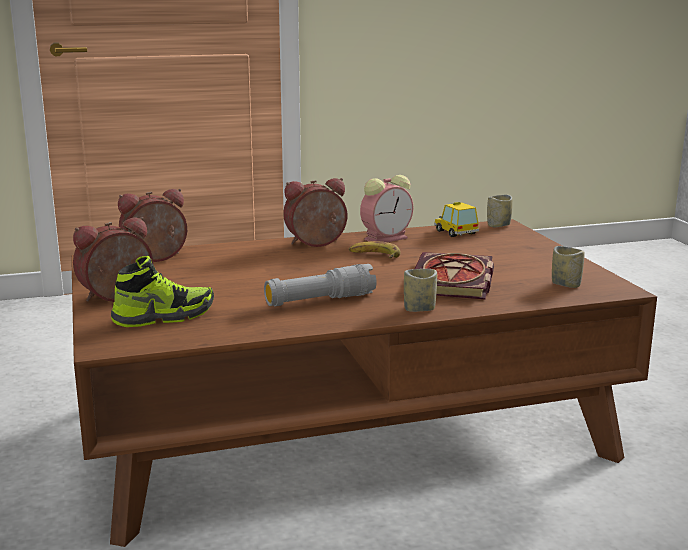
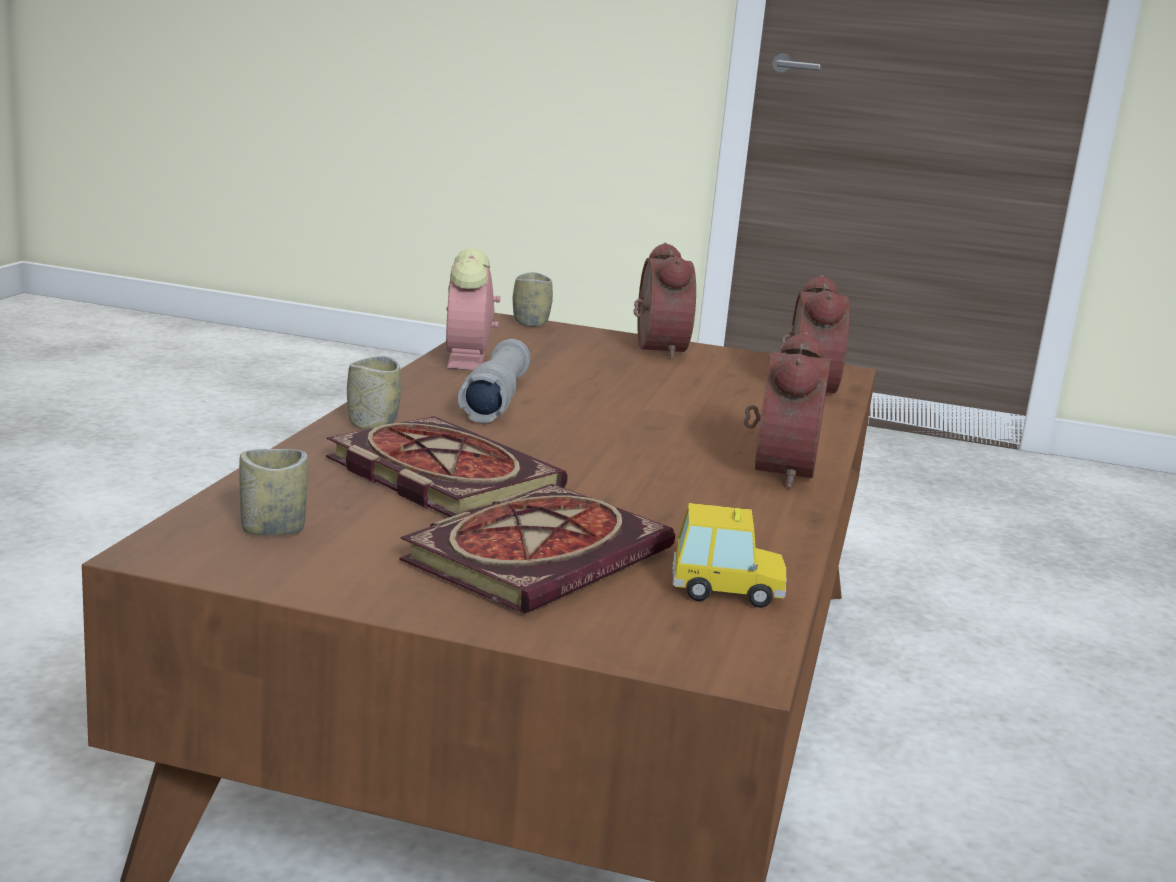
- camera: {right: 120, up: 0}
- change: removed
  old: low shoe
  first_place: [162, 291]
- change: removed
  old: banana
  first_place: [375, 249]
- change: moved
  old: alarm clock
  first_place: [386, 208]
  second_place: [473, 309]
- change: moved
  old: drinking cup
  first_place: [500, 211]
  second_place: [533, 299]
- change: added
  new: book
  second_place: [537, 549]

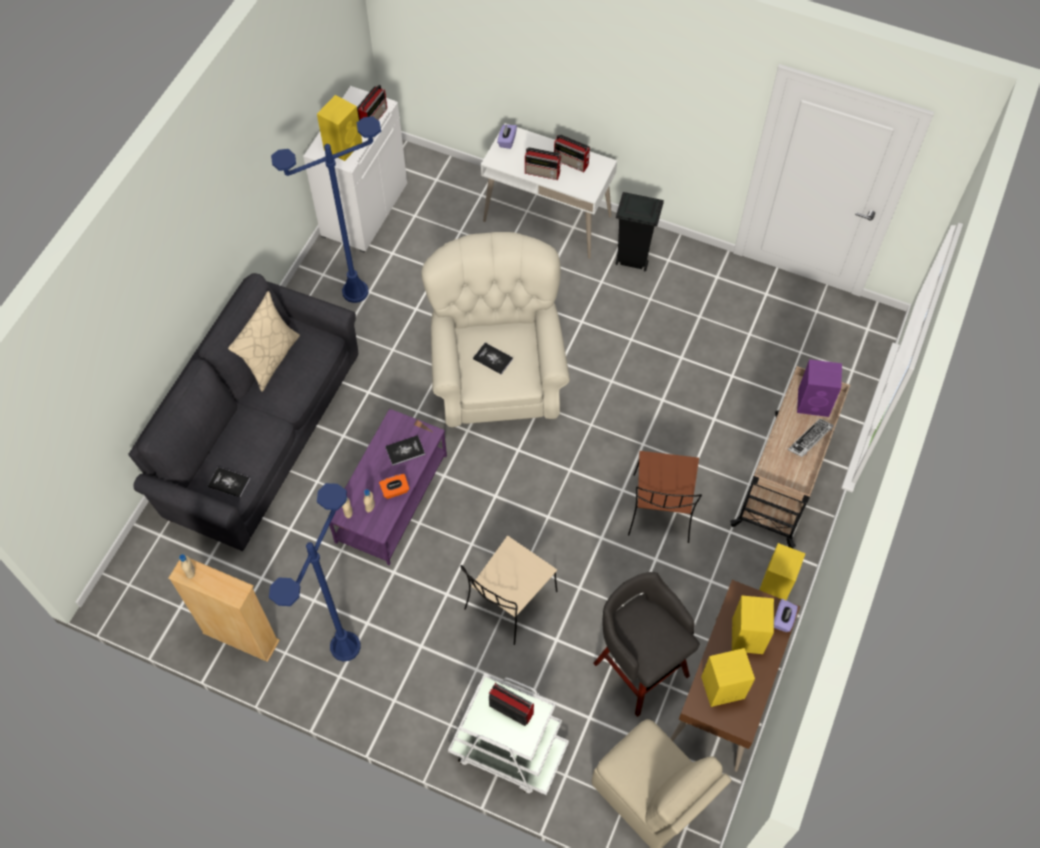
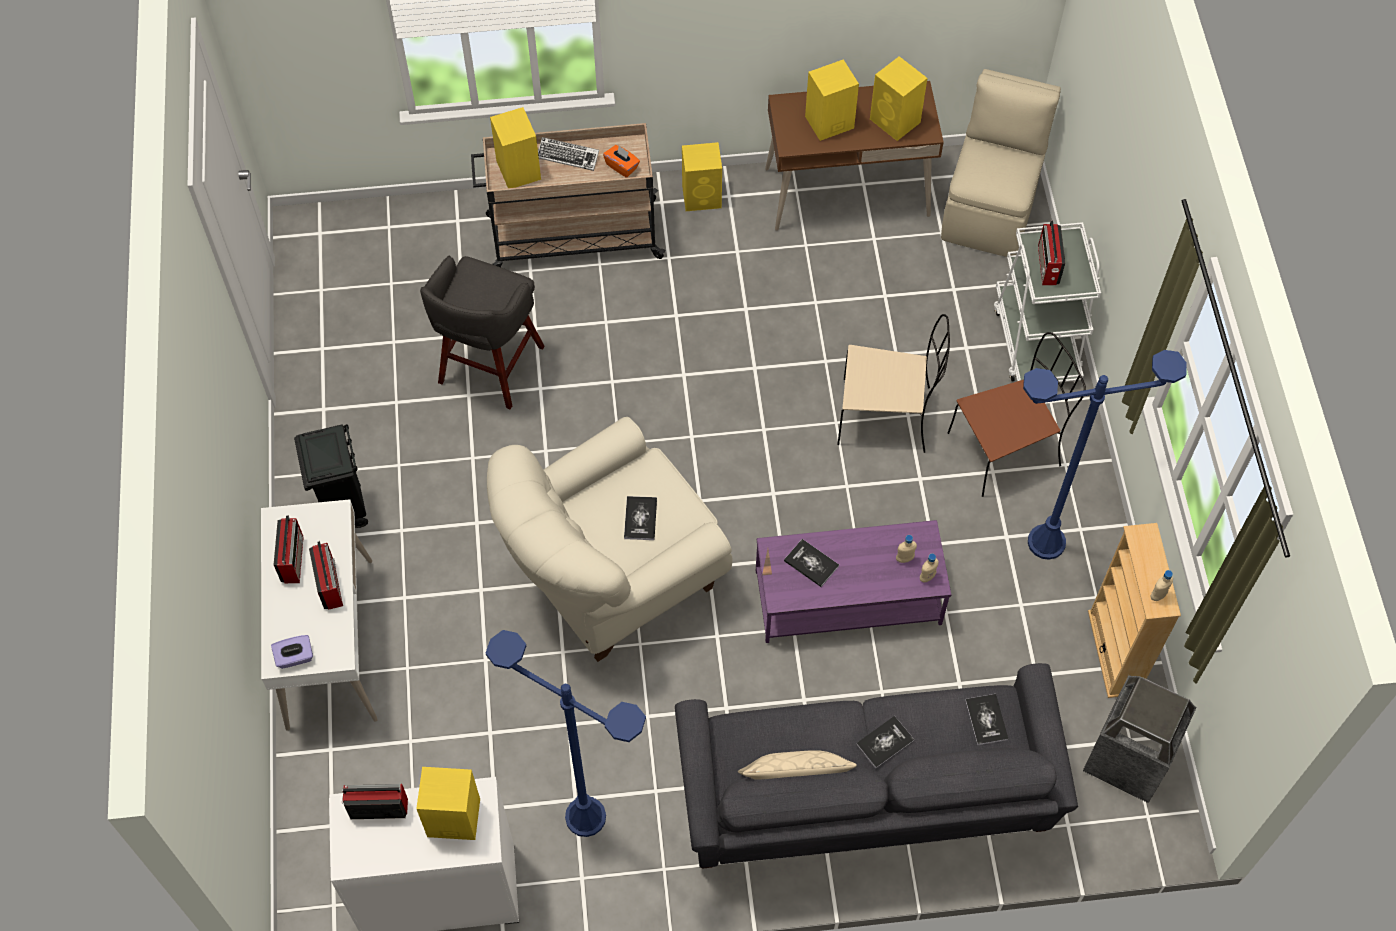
- camera: {right: -120, up: 0}
- change: moved
  old: tissue box/orange-coloured
  first_place: [394, 486]
  second_place: [621, 161]
- change: moved
  old: sitting stool/greyish
  first_place: [646, 644]
  second_place: [482, 332]
- change: moved
  old: plain chair/brown
  first_place: [665, 497]
  second_place: [1017, 414]
- change: removed
  old: tissue box/purplish
  first_place: [786, 615]
- change: recoloured
  old: loudspeaker/purplish
  new: loudspeaker/yellow-coloured
  first_place: [819, 388]
  second_place: [515, 147]
- change: added
  new: book
  second_place: [885, 742]
- change: added
  new: trash can
  second_place: [1140, 739]

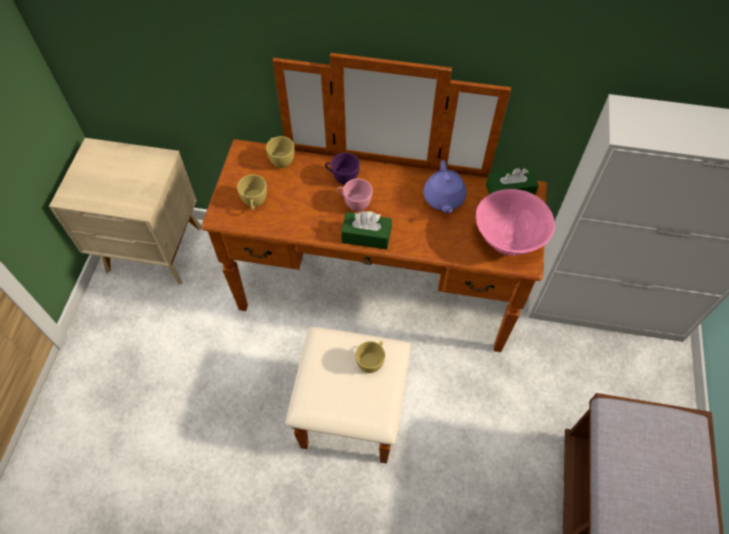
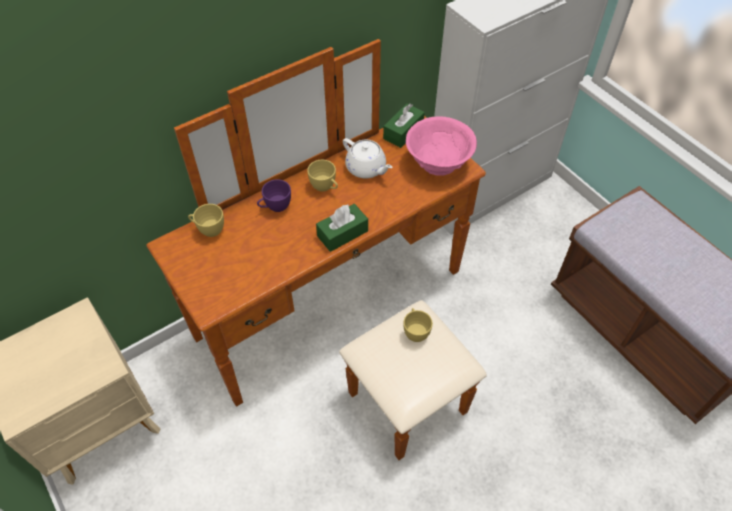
- camera: {right: -45, up: -5}
- change: moved
  old: drinking cup/yellow-coloured
  first_place: [252, 192]
  second_place: [322, 176]
- change: removed
  old: drinking cup/pink-coloured
  first_place: [355, 195]
- change: recoloured
  old: pot for tea/purplish
  new: pot for tea/white
  first_place: [445, 186]
  second_place: [368, 158]

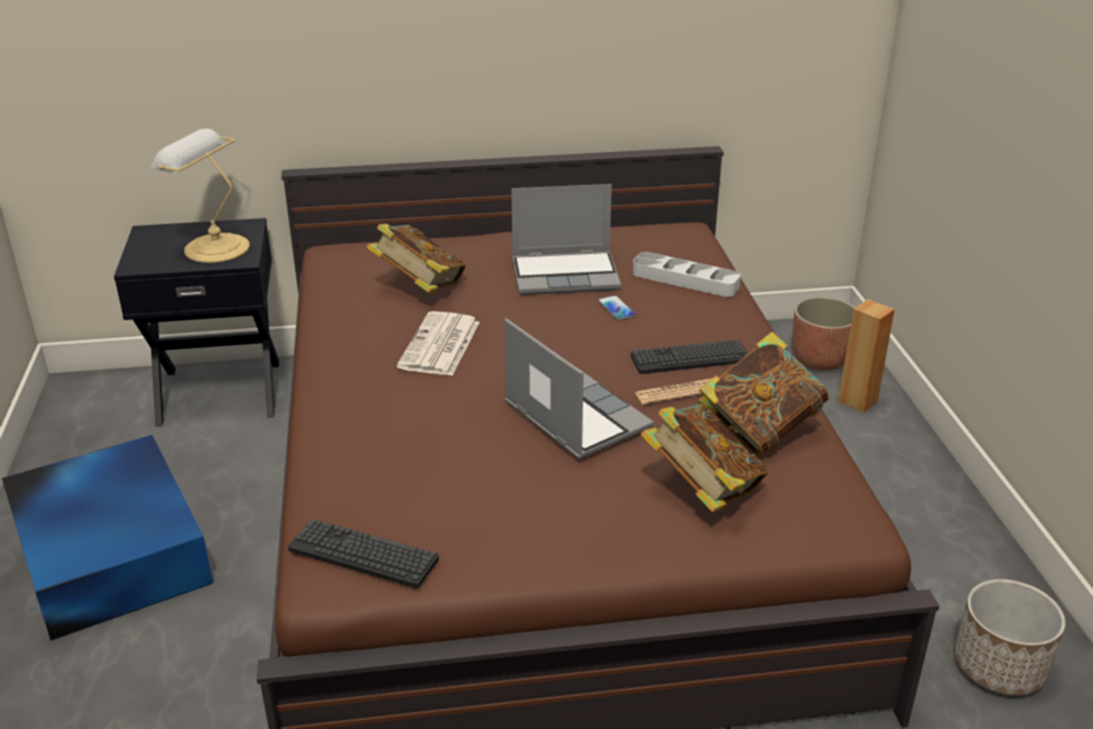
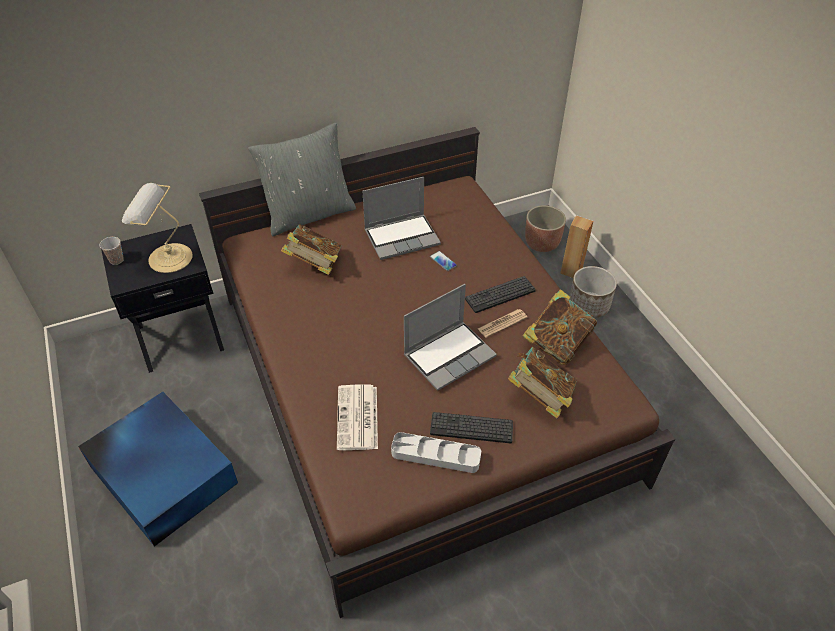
- camera: {right: -15, up: 15}
- change: moved
  old: keyboard
  first_place: [363, 553]
  second_place: [471, 427]
- change: moved
  old: daily paper
  first_place: [438, 343]
  second_place: [357, 417]
- change: turned
  old: laptop
  first_place: [579, 388]
  second_place: [450, 337]
  degrees: 105
- change: moved
  old: carrying tray/greyish
  first_place: [687, 274]
  second_place: [436, 452]
- change: moved
  old: flower pot
  first_place: [1010, 637]
  second_place: [593, 292]
- change: added
  new: drinking cup
  second_place: [111, 251]
- change: added
  new: pillow/greyish
  second_place: [302, 179]

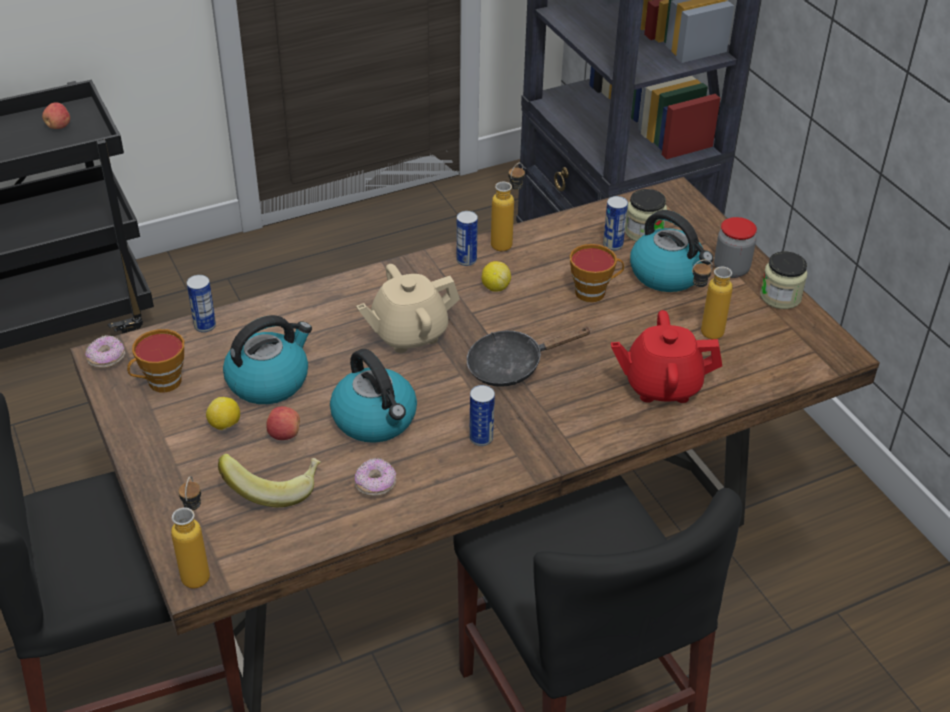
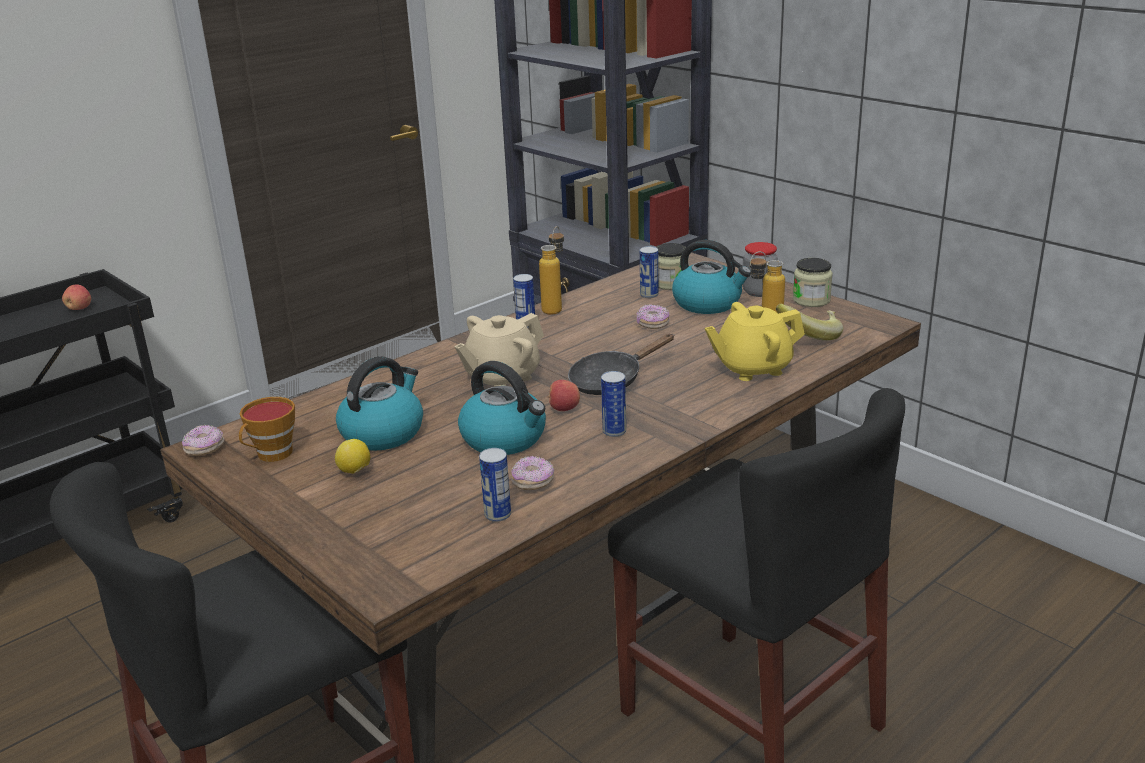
- camera: {right: -15, up: -15}
- change: removed
  old: bottle
  first_place: [190, 532]
- change: moved
  old: can
  first_place: [201, 304]
  second_place: [495, 485]
- change: moved
  old: banana
  first_place: [269, 480]
  second_place: [809, 322]
- change: moved
  old: apple fruit
  first_place: [283, 423]
  second_place: [564, 395]
- change: removed
  old: citrus fruit
  first_place: [496, 276]
- change: replaced
  old: drinking cup
  new: donut
  first_place: [597, 273]
  second_place: [653, 316]
- change: recoloured
  old: pot for tea/red-coloured
  new: pot for tea/yellow-coloured
  first_place: [666, 356]
  second_place: [755, 341]

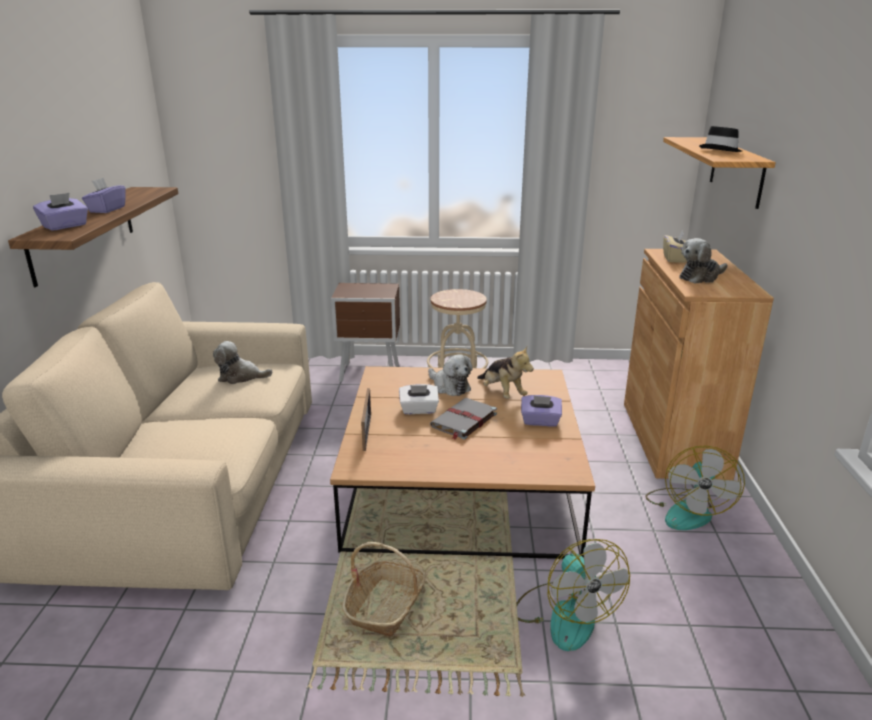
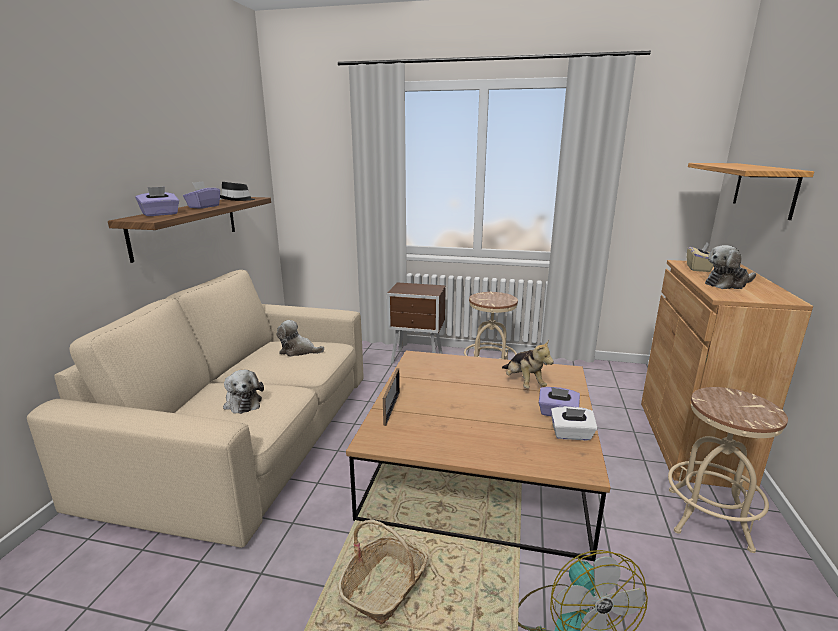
- camera: {right: 10, up: -5}
- change: moved
  old: tissue box/white
  first_place: [419, 399]
  second_place: [574, 423]
- change: moved
  old: soft toy
  first_place: [450, 375]
  second_place: [243, 392]
- change: removed
  old: book/greyish
  first_place: [463, 419]
- change: replaced
  old: electric fan
  new: sitting stool/beige
  first_place: [695, 488]
  second_place: [728, 470]
- change: moved
  old: wearable hat/blackish
  first_place: [720, 139]
  second_place: [237, 191]

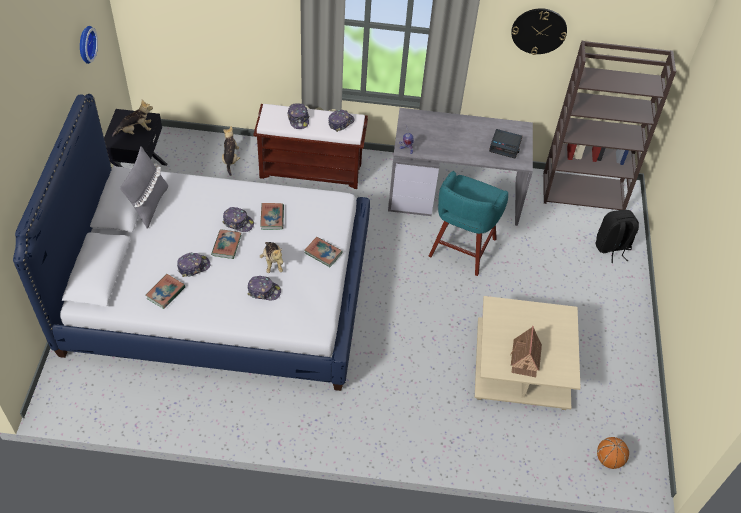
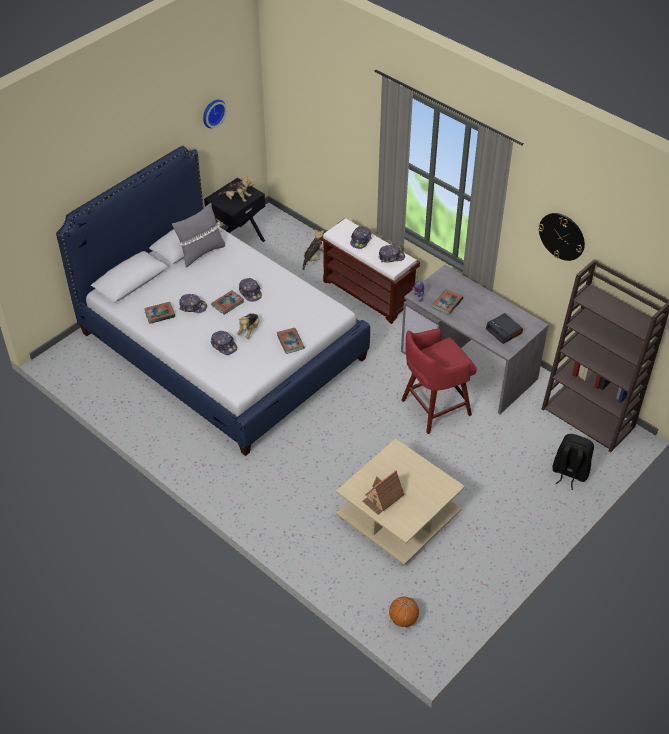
- camera: {right: 40, up: -5}
- change: moved
  old: book
  first_place: [272, 216]
  second_place: [448, 302]
- change: recoloured
  old: sitting stool/turquoise
  new: sitting stool/red-coloured
  first_place: [468, 223]
  second_place: [439, 381]

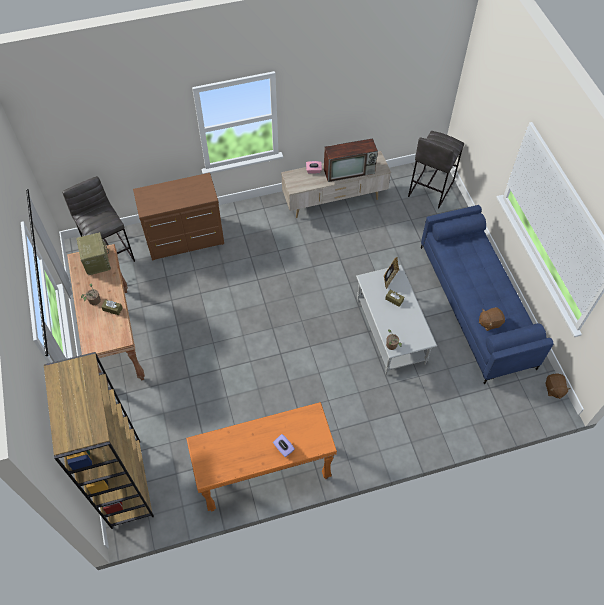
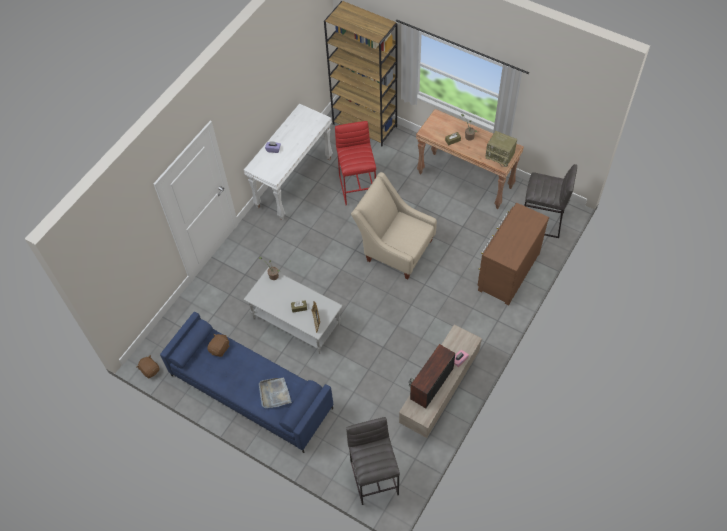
- camera: {right: 140, up: 0}
- change: recoloured
  old: hall table/orange-coloured
  new: hall table/white
  first_place: [261, 457]
  second_place: [288, 162]
- change: added
  new: carrying tray/greyish
  second_place: [275, 392]
- change: added
  new: sitting stool/red-coloured
  second_place: [355, 163]
- change: added
  new: armchair/beige
  second_place: [394, 226]

